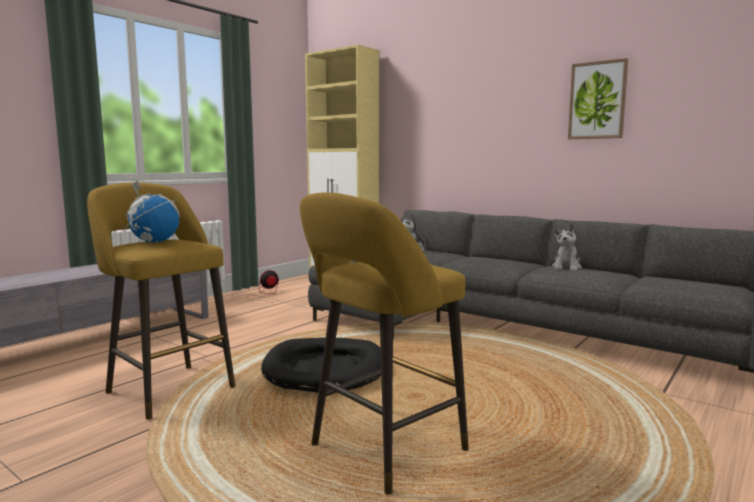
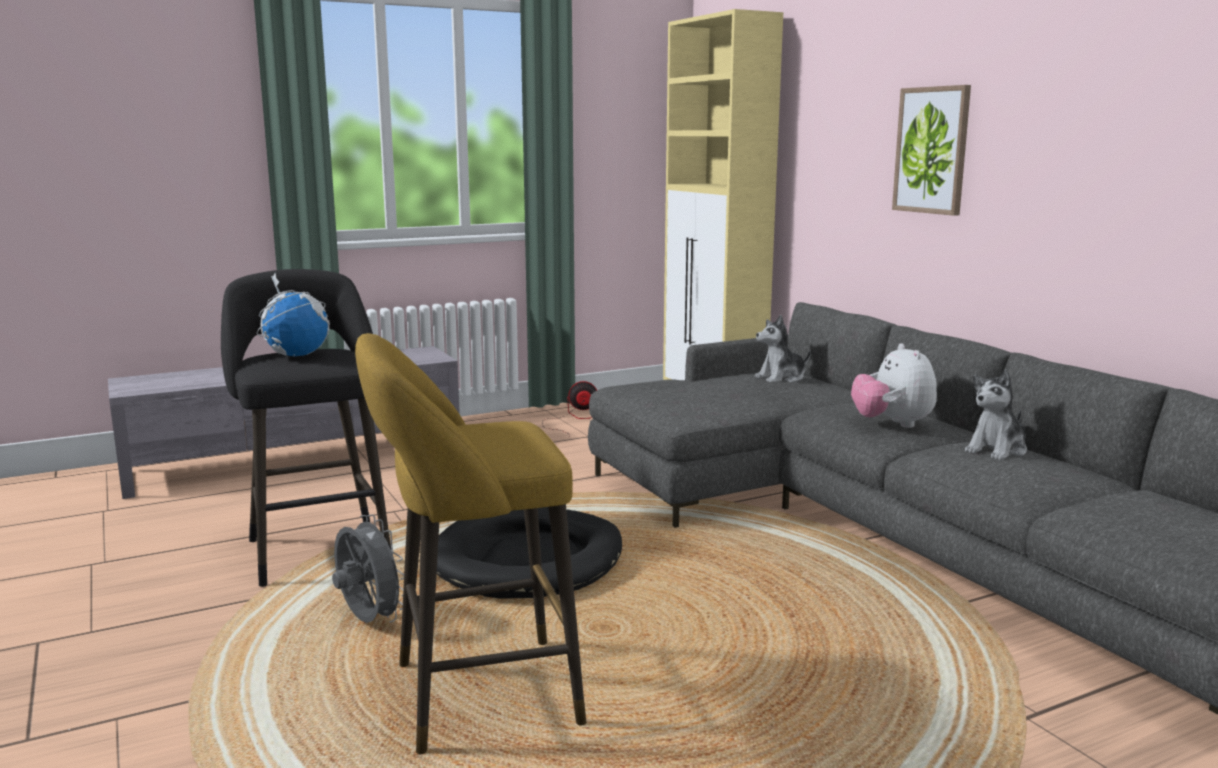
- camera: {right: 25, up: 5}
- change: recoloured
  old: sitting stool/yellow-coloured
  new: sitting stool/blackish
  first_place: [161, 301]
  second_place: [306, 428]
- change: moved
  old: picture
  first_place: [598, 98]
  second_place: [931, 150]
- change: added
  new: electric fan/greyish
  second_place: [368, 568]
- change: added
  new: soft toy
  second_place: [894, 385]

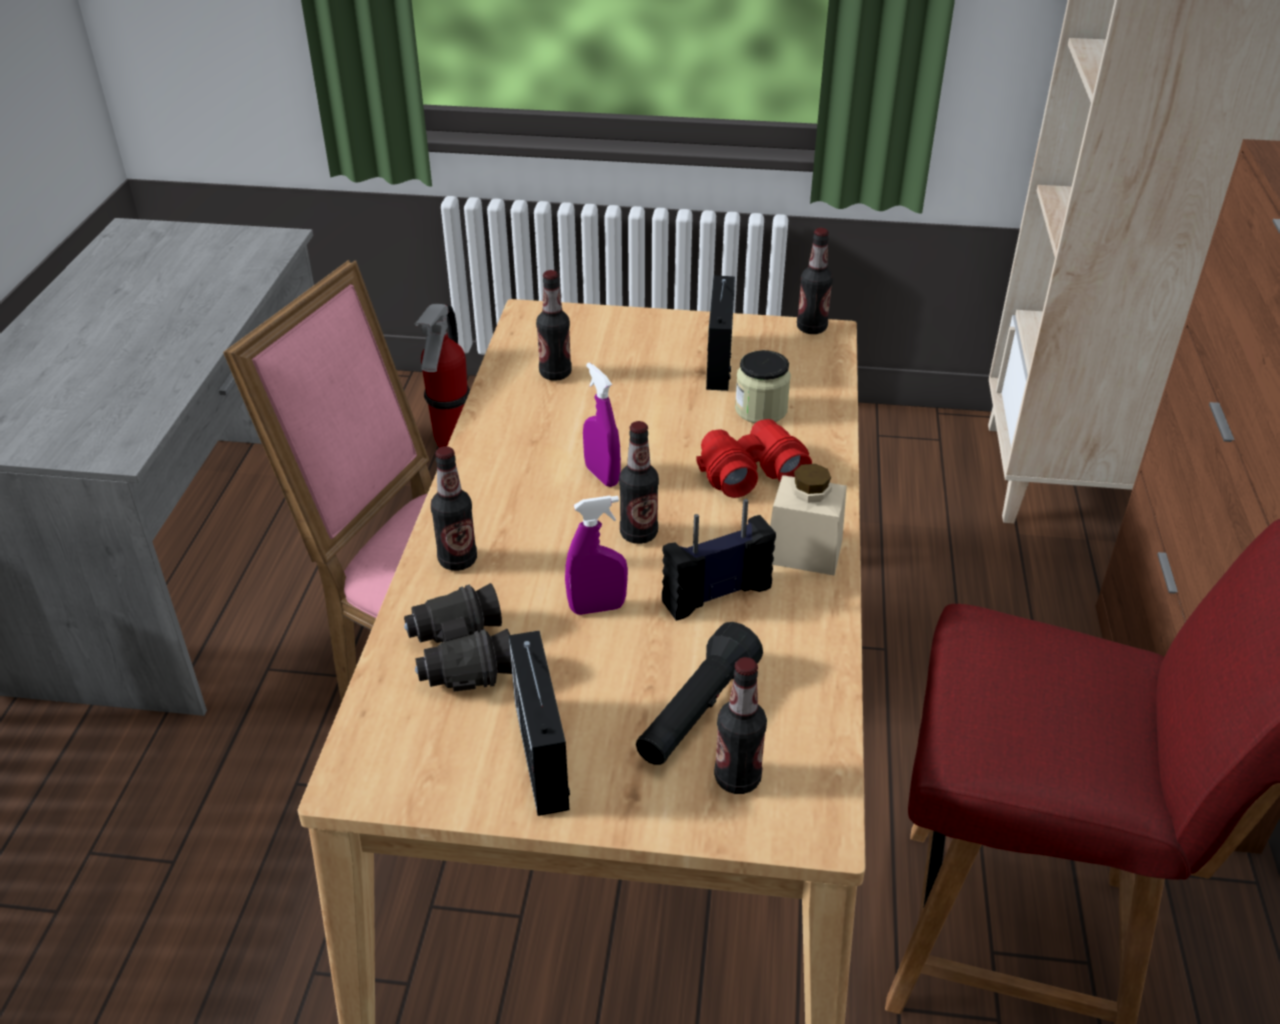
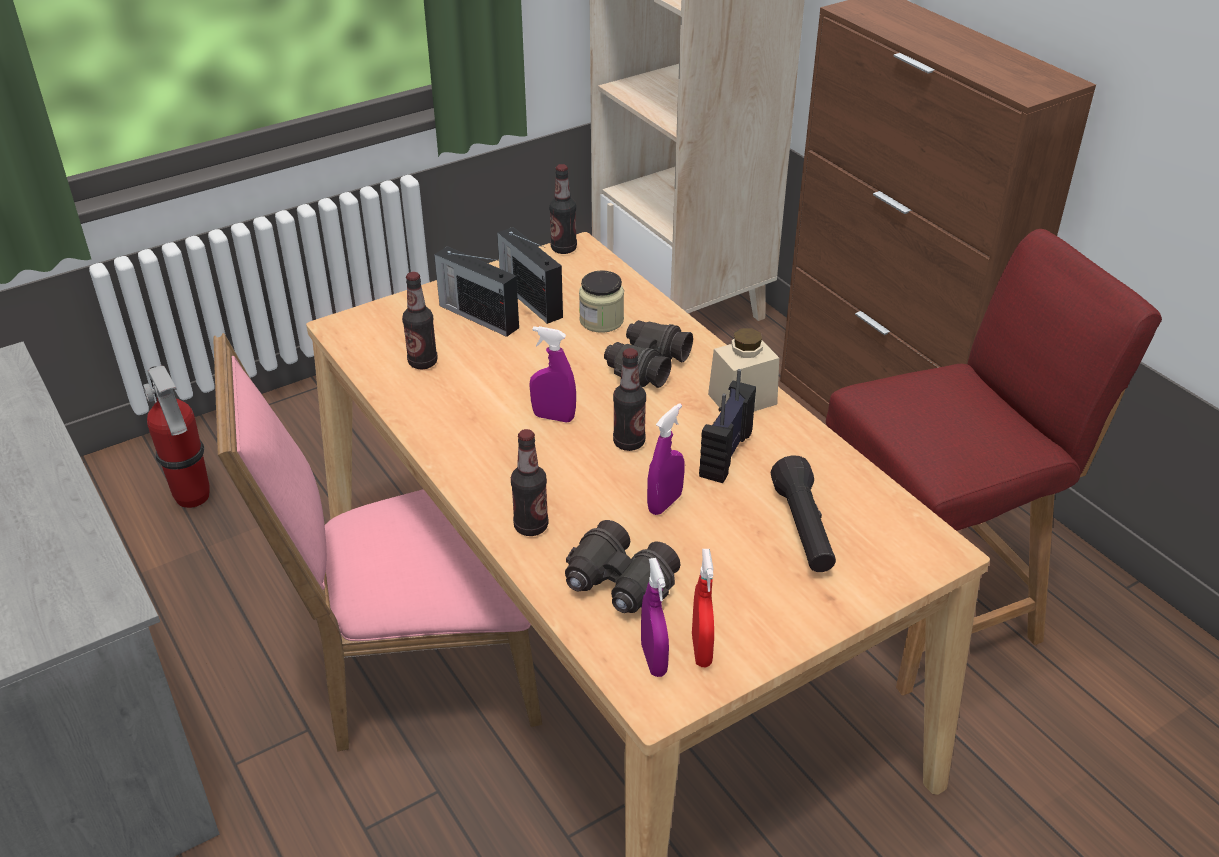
- camera: {right: -40, up: 0}
- change: moved
  old: radio receiver
  first_place: [539, 723]
  second_place: [476, 291]
- change: recoloured
  old: pair of binoculars/red-coloured
  new: pair of binoculars/blackish
  first_place: [754, 458]
  second_place: [648, 354]
- change: removed
  old: bottle
  first_place: [740, 725]
- change: added
  new: hand sprayer/purplish
  second_place: [655, 617]
- change: added
  new: hand sprayer/red-coloured
  second_place: [703, 608]

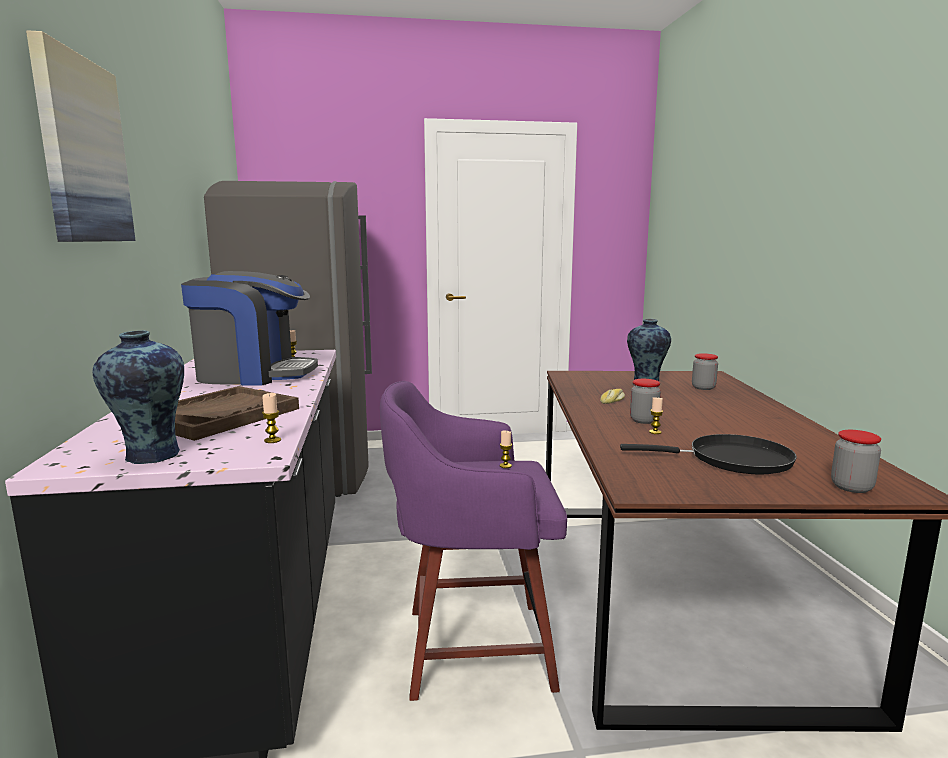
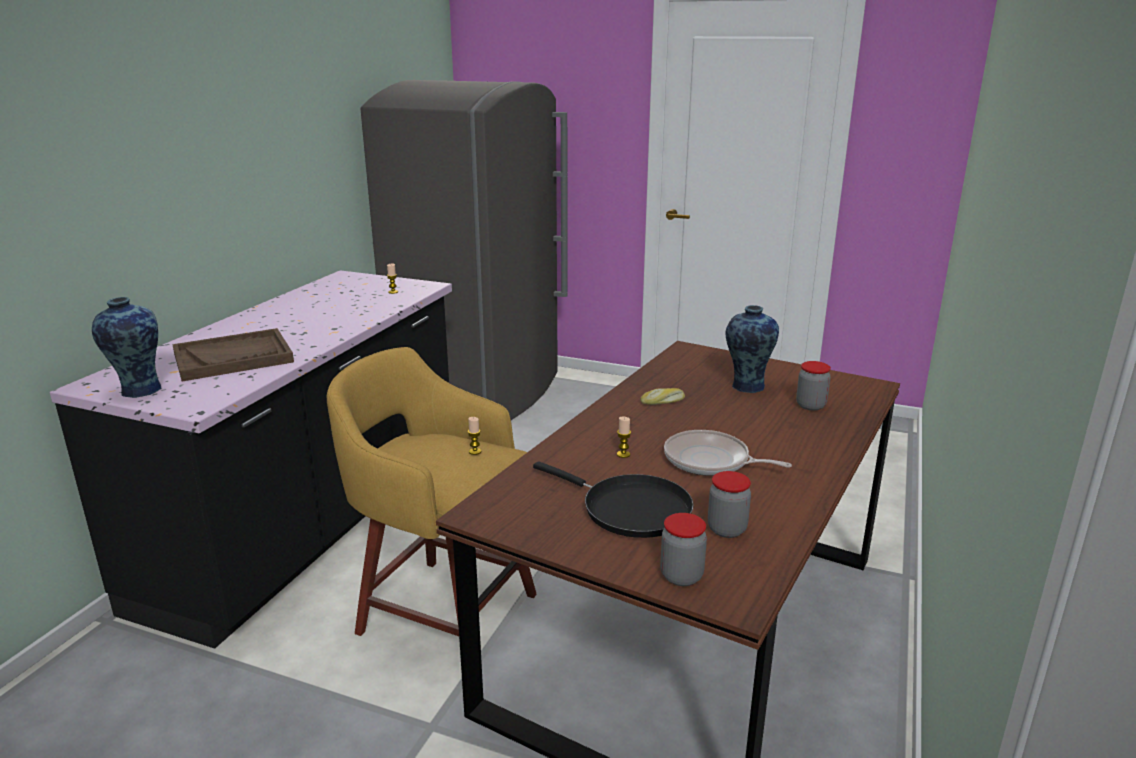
- camera: {right: 30, up: 10}
- change: removed
  old: picture
  first_place: [81, 136]
- change: removed
  old: coffee machine
  first_place: [249, 328]
- change: removed
  old: wax candle
  first_place: [271, 418]
- change: recoloured
  old: sitting stool/purplish
  new: sitting stool/yellow-coloured
  first_place: [473, 541]
  second_place: [432, 491]
- change: moved
  old: storage jar
  first_place: [645, 401]
  second_place: [729, 504]
- change: added
  new: frying pan
  second_place: [728, 453]

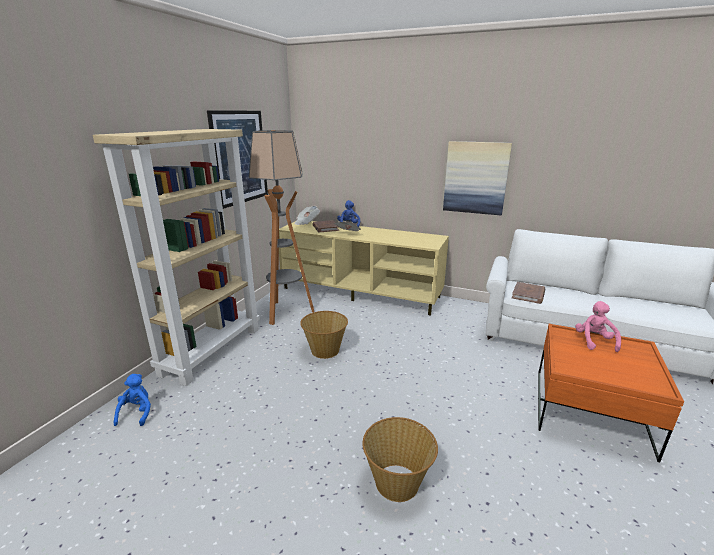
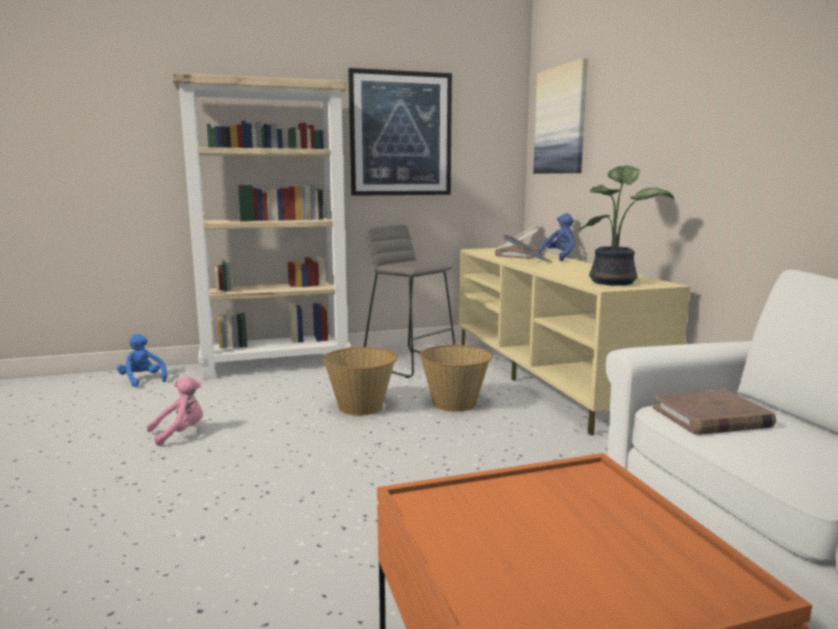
- camera: {right: 50, up: -10}
- change: turned
  old: soft toy/blue
  first_place: [132, 400]
  second_place: [142, 360]
  degrees: -90
- change: replaced
  old: standard lamp
  new: sitting stool/greyish
  first_place: [281, 227]
  second_place: [409, 301]
- change: moved
  old: storage basket
  first_place: [400, 459]
  second_place: [456, 378]
- change: moved
  old: picture
  first_place: [477, 178]
  second_place: [560, 116]
- change: moved
  old: soft toy/pink-coloured
  first_place: [598, 326]
  second_place: [175, 411]
- change: added
  new: houseplant
  second_place: [626, 225]

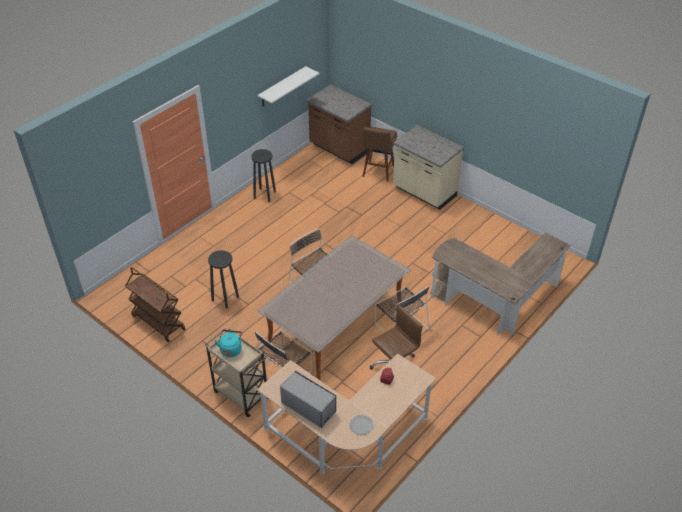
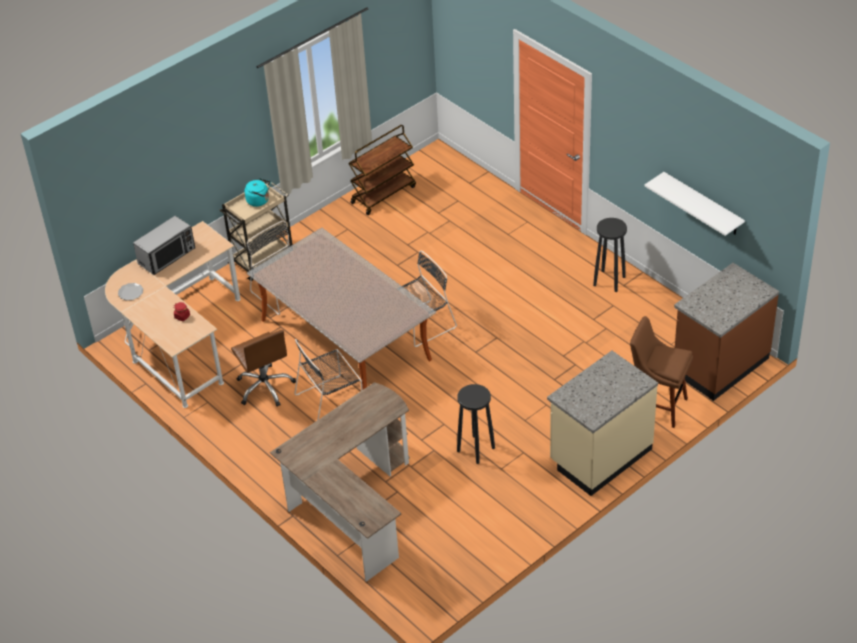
- camera: {right: 100, up: 0}
- change: moved
  old: sitting stool/blackish
  first_place: [223, 279]
  second_place: [476, 424]

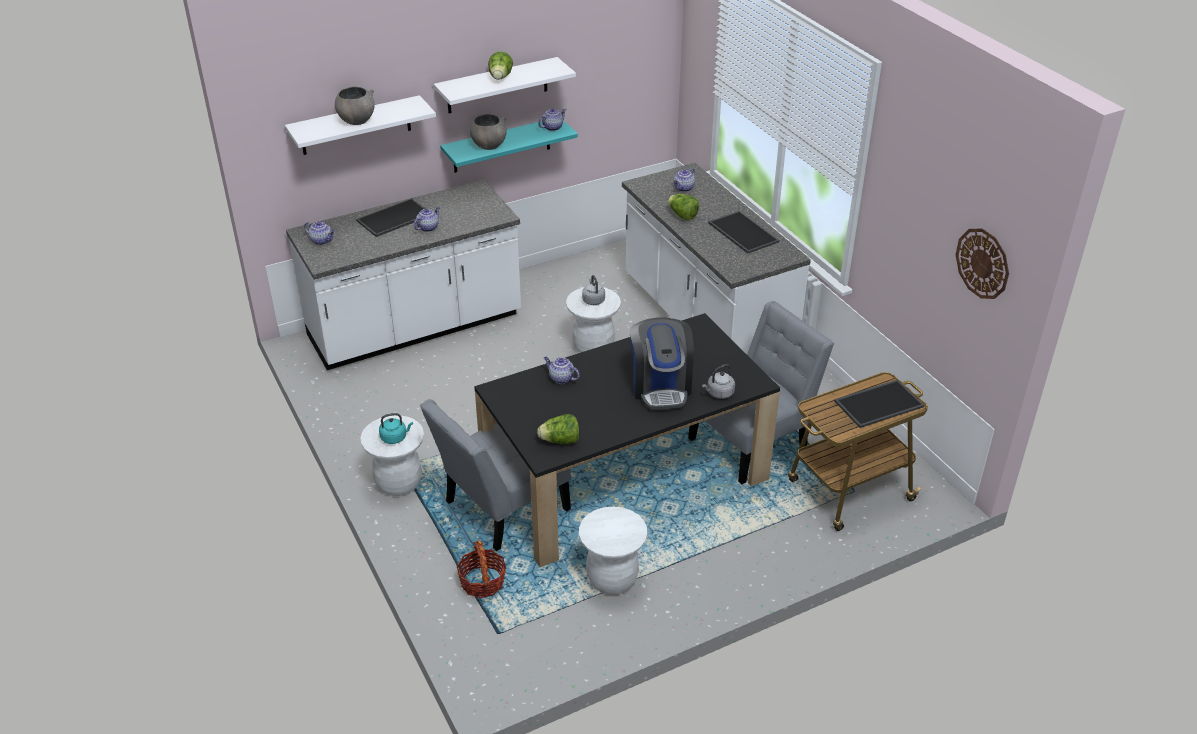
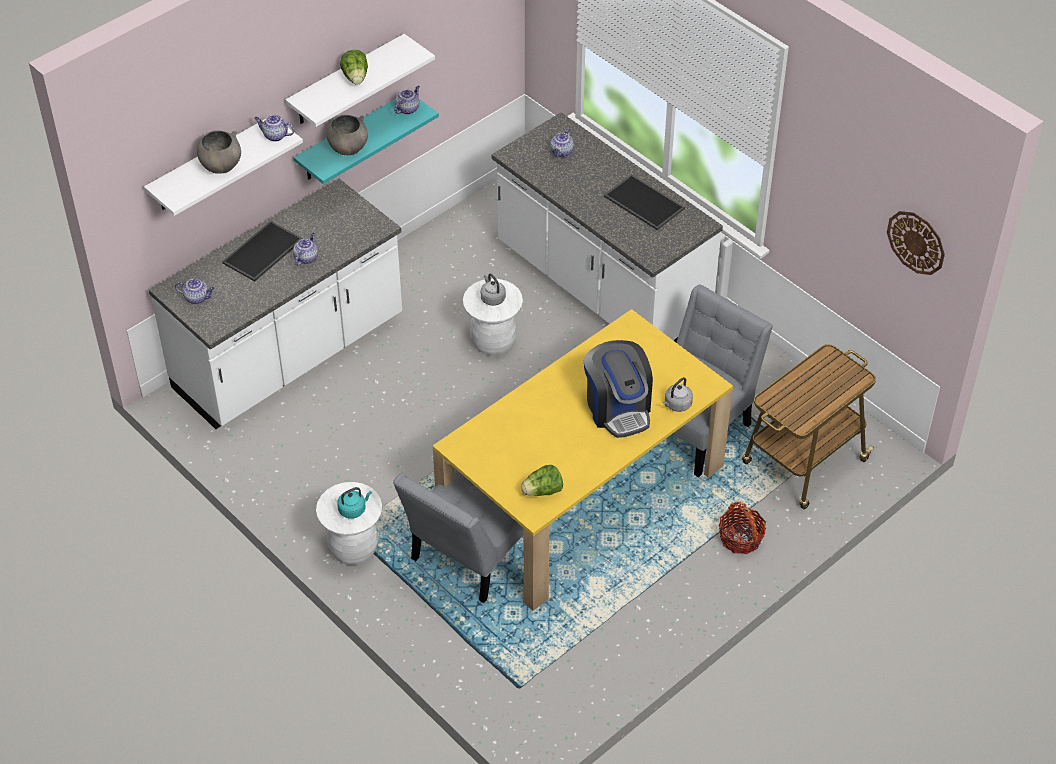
- camera: {right: -15, up: 10}
- change: moved
  old: storage basket
  first_place: [481, 569]
  second_place: [742, 528]
- change: recoloured
  old: dining table/blackish
  new: dining table/yellow-coloured
  first_place: [627, 440]
  second_place: [583, 460]
- change: moved
  old: pot for tea
  first_place: [562, 370]
  second_place: [274, 128]
- change: removed
  old: sitting stool/white
  first_place: [613, 550]
- change: removed
  old: lettuce
  first_place: [683, 207]
- change: removed
  old: carrying tray
  first_place: [879, 403]

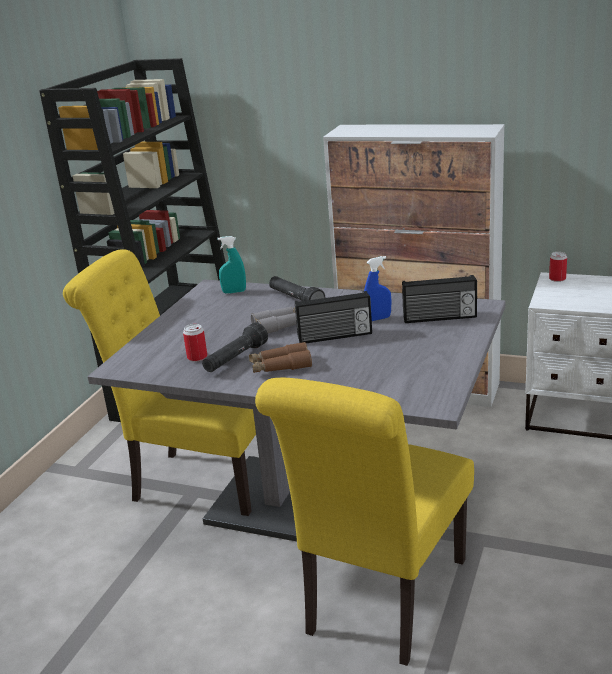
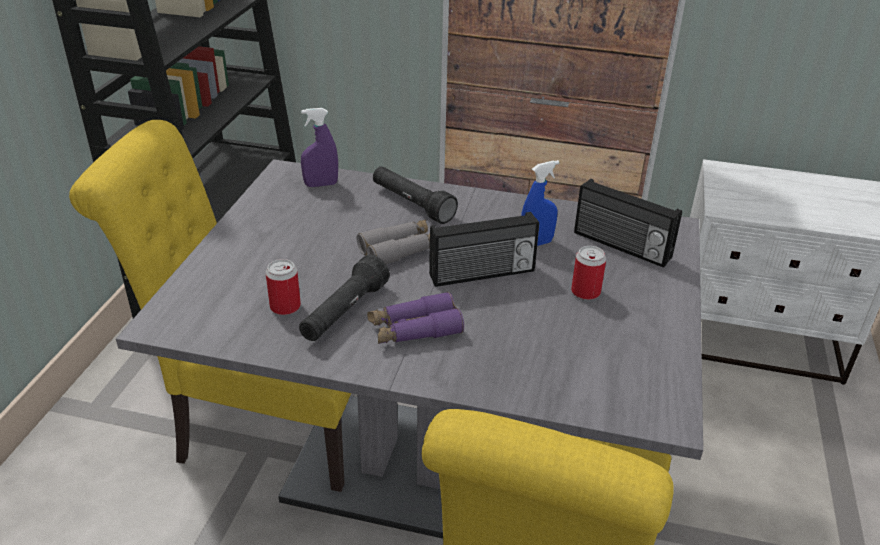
- camera: {right: -10, up: 10}
- change: recoloured
  old: hand sprayer/turquoise
  new: hand sprayer/purplish
  first_place: [231, 265]
  second_place: [319, 147]
- change: recoloured
  old: pair of binoculars/brown
  new: pair of binoculars/purplish
  first_place: [280, 357]
  second_place: [415, 318]
- change: turned
  old: radio receiver
  first_place: [439, 299]
  second_place: [628, 223]
  degrees: 45
- change: moved
  old: can
  first_place: [558, 267]
  second_place: [588, 273]

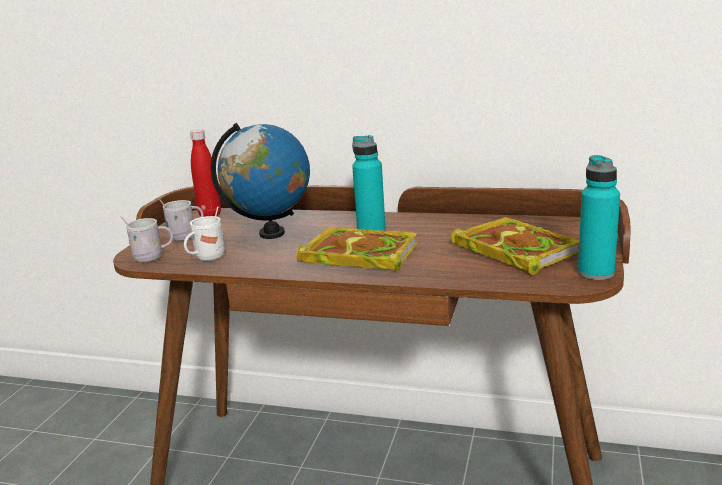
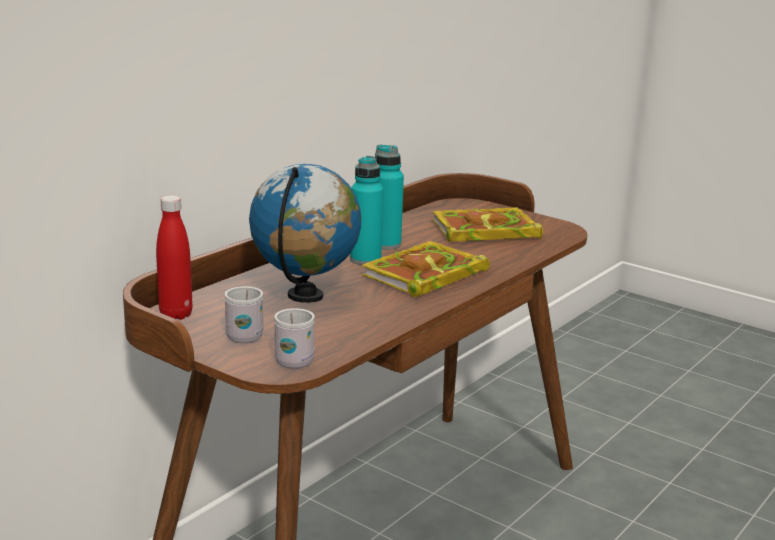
- camera: {right: -70, up: 0}
- change: removed
  old: tea mug/white
  first_place: [204, 233]
- change: moved
  old: bottle/turquoise
  first_place: [599, 217]
  second_place: [389, 197]

